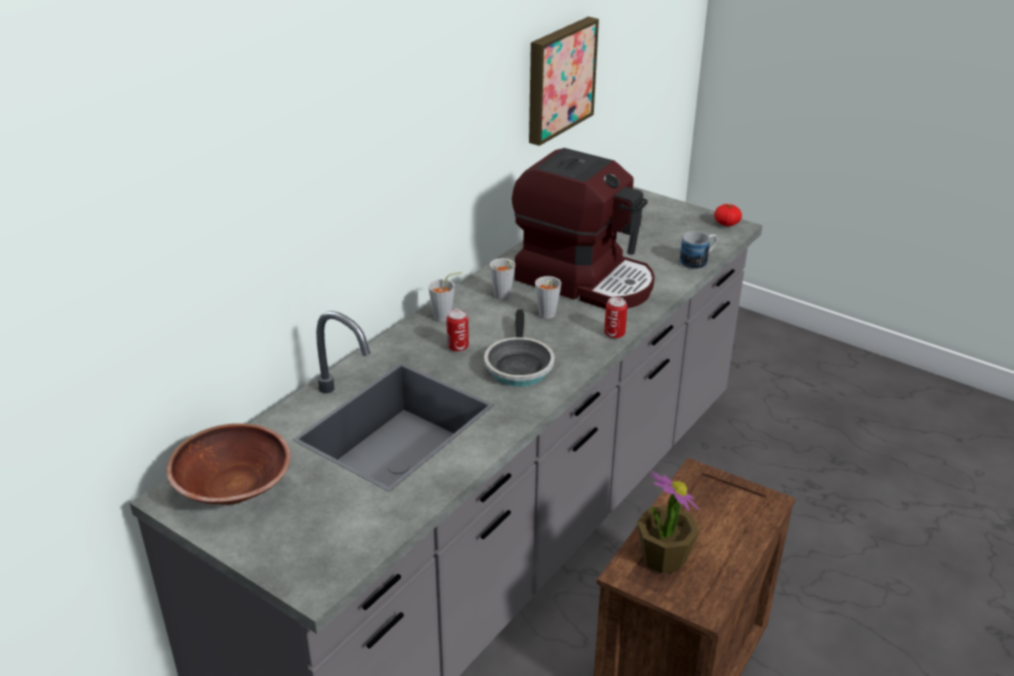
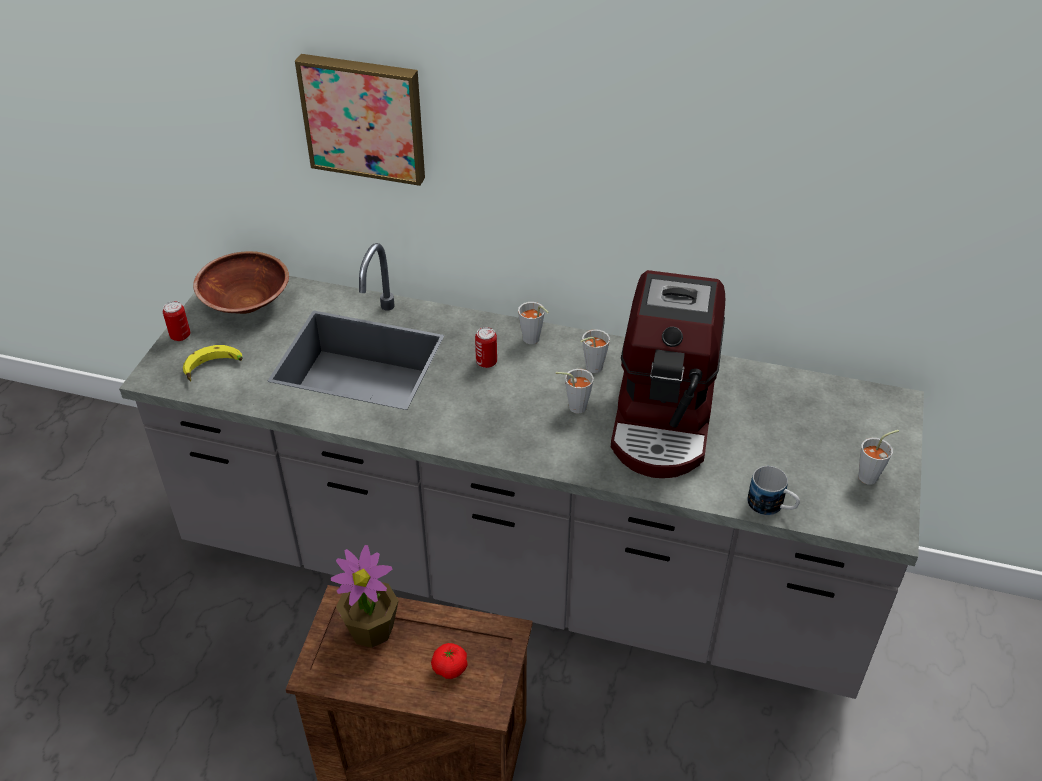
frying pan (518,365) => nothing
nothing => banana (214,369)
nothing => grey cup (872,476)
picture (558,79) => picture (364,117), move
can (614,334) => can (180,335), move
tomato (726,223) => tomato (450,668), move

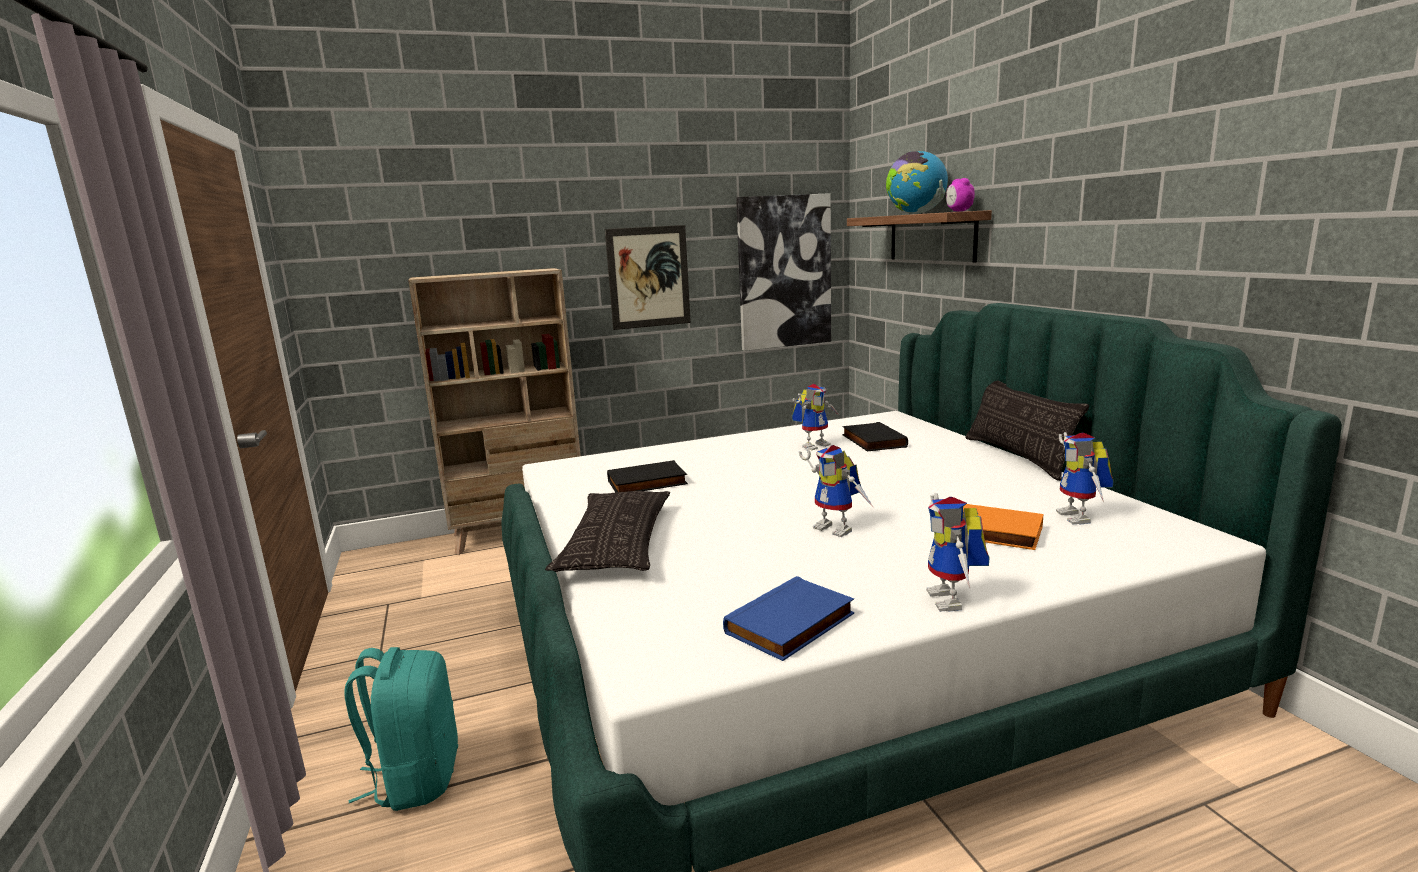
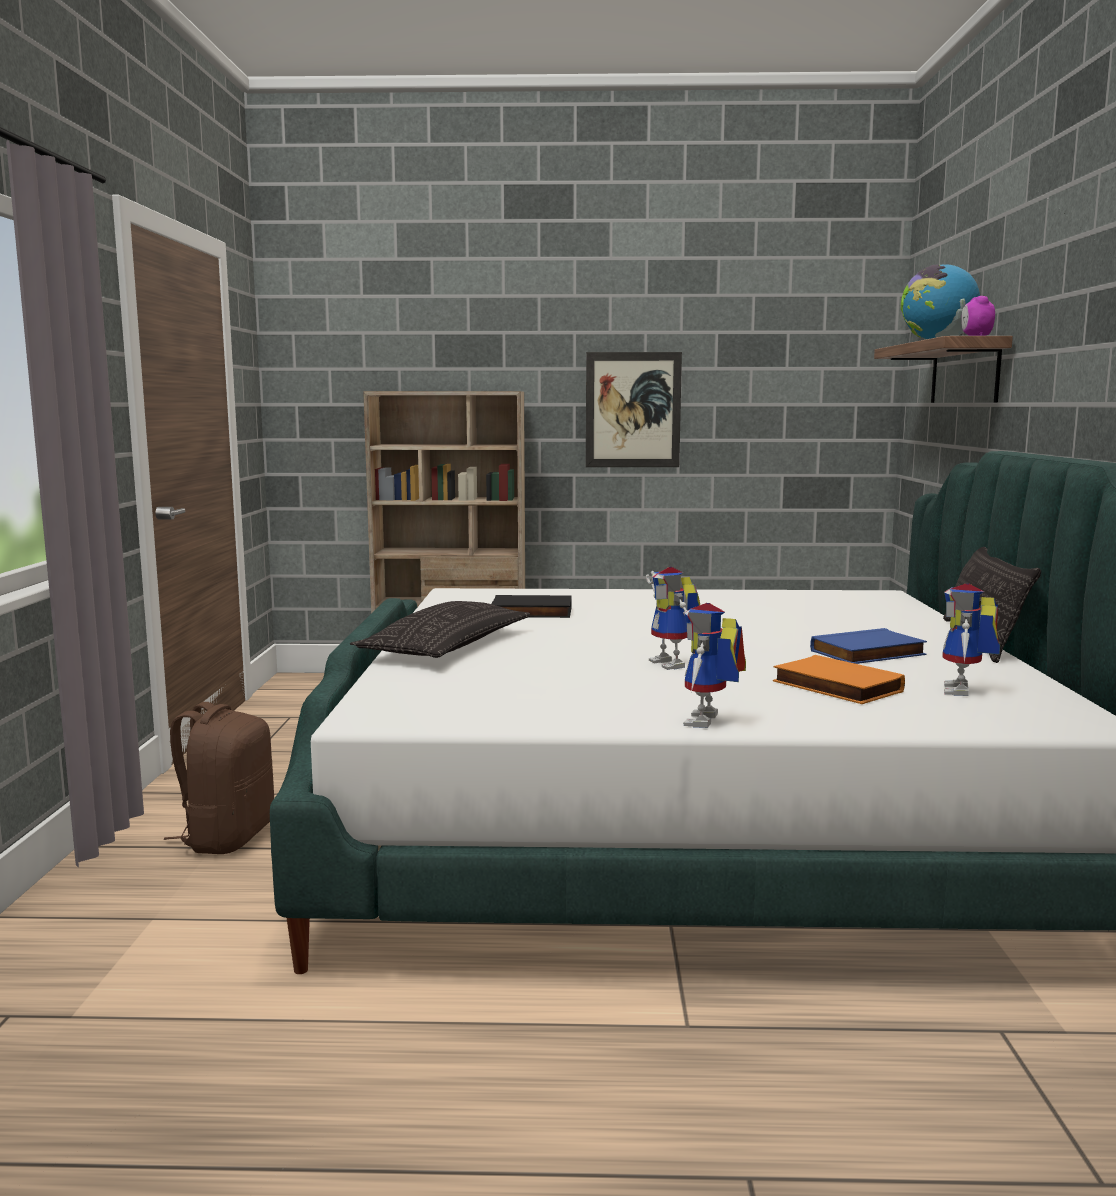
picture (784,272) => nothing
toy robot (815,445) => nothing
black book (872,441) => nothing
blue book (791,625) => blue book (868,654), move
turquoise backpack (416,778) => brown backpack (227,837)

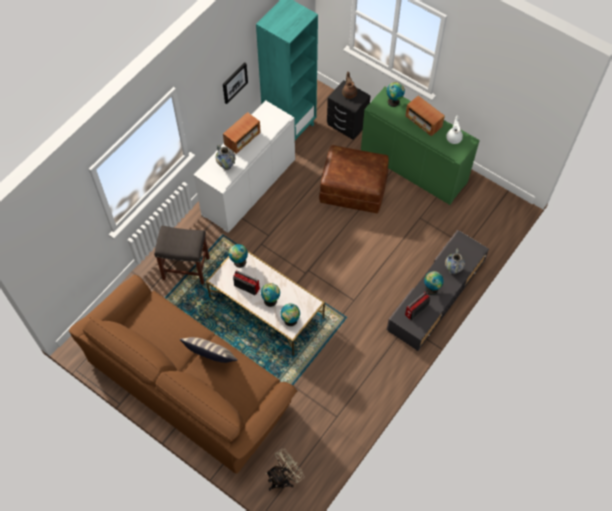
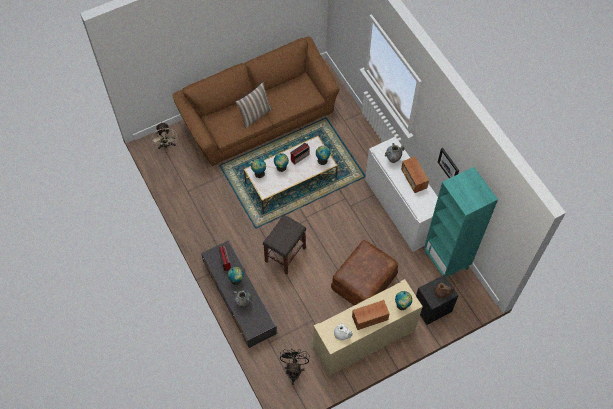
nothing => black fan (294,370)
grey stool (187,268) => grey stool (285,255), move
green cabinet (413,167) => beige cabinet (364,340)

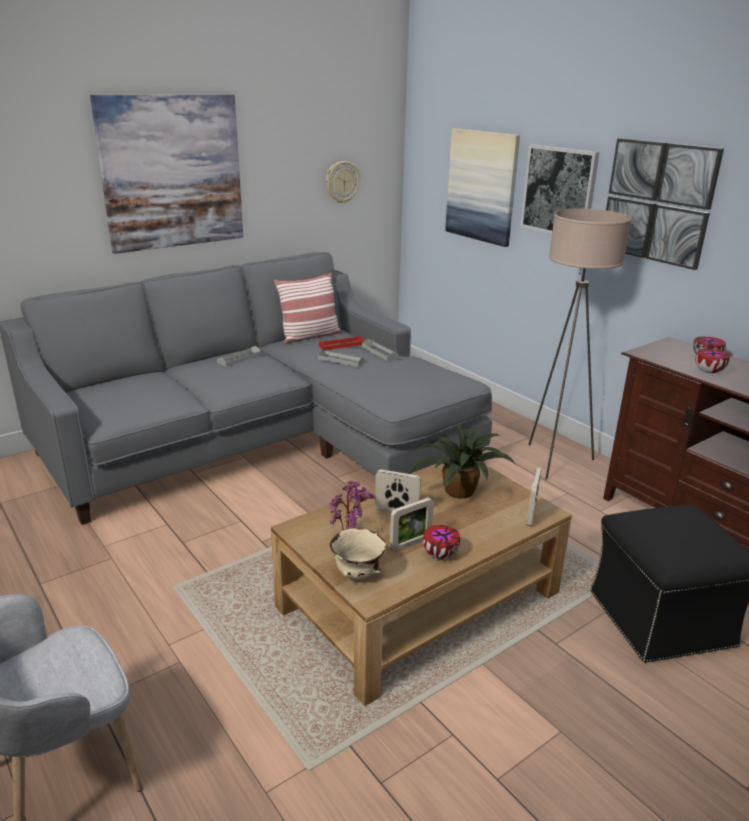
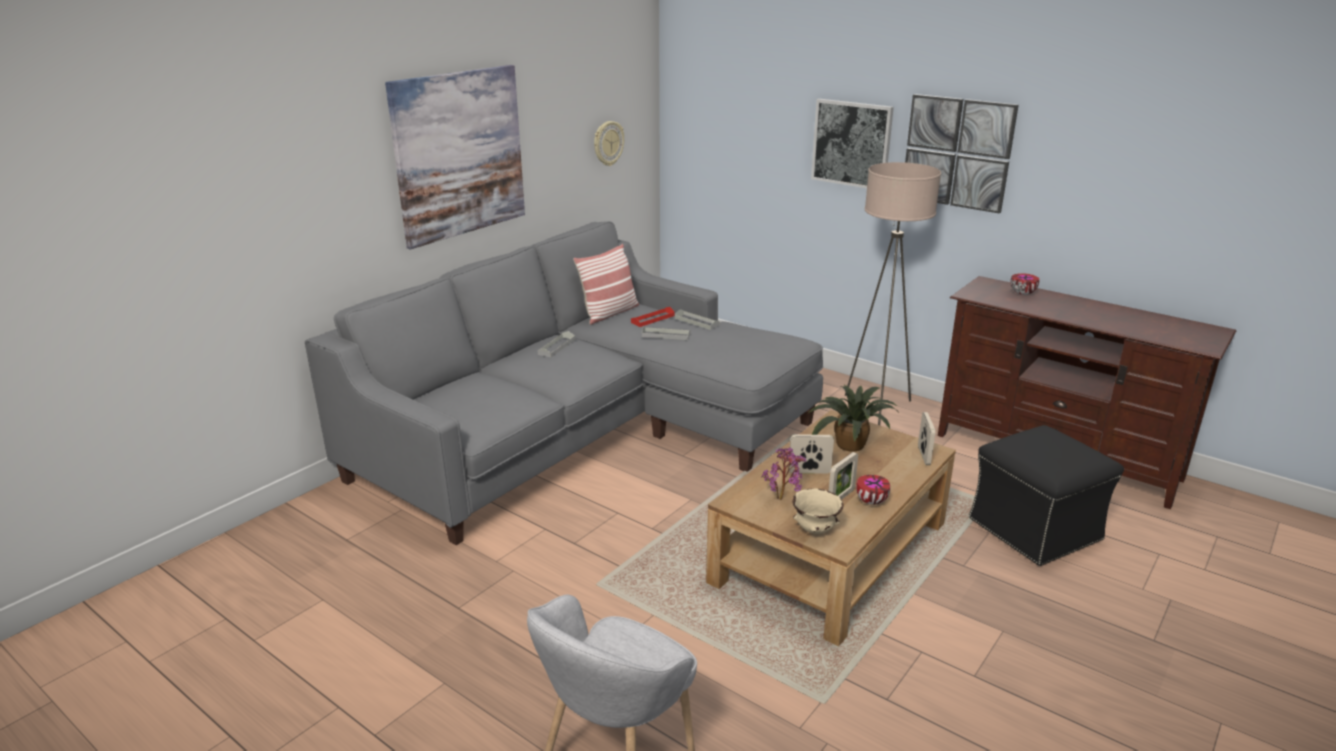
picture (482,186) => nothing
bowl (708,371) => nothing

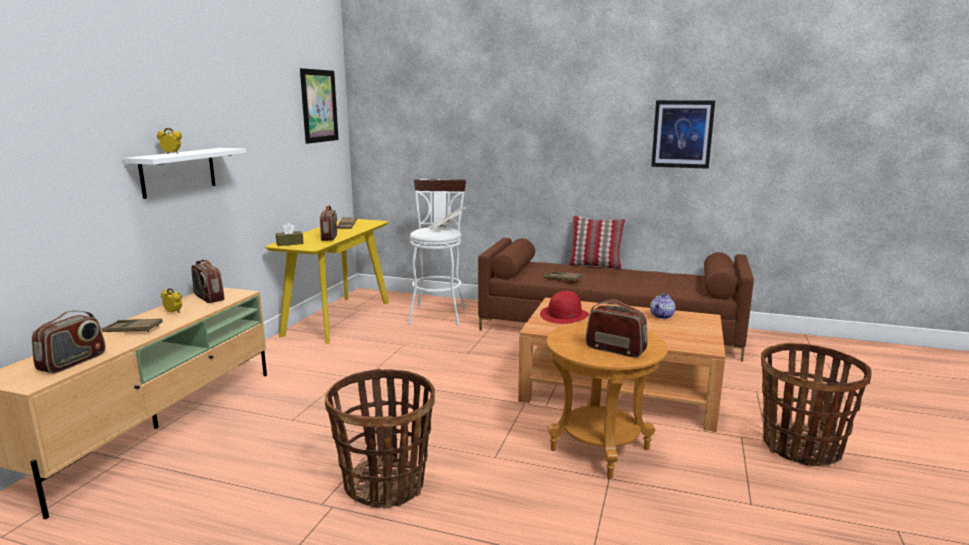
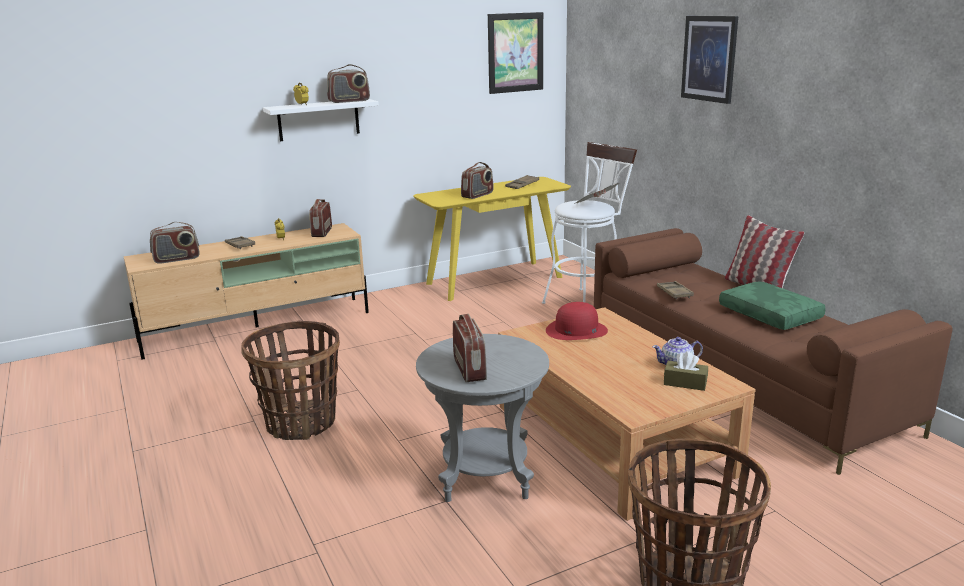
nothing => radio (349,101)
nothing => green pillow (771,315)
brown tissue box (290,243) => brown tissue box (685,383), move
picture (682,134) => picture (709,58), move
brown side table (600,449) => grey side table (485,476)

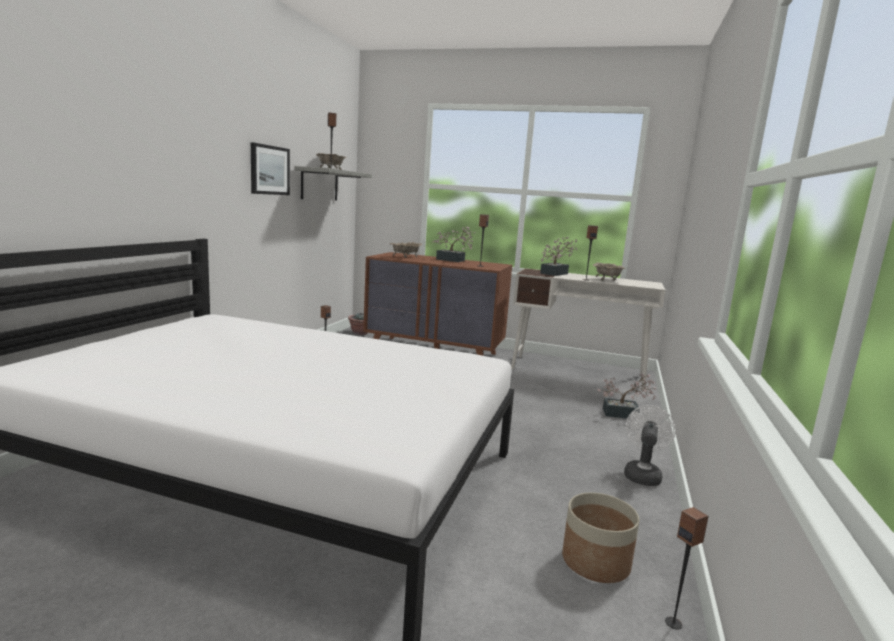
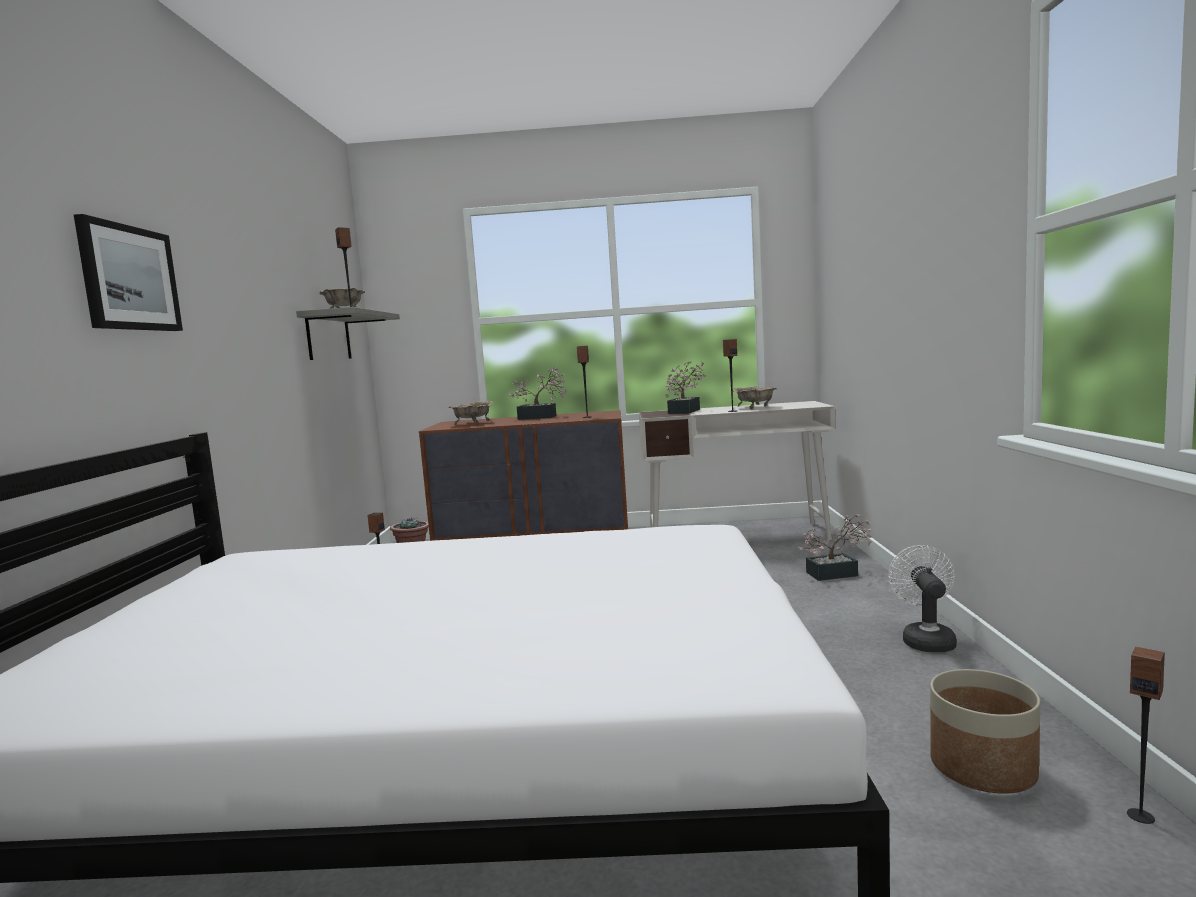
picture (269,170) => picture (129,278), move

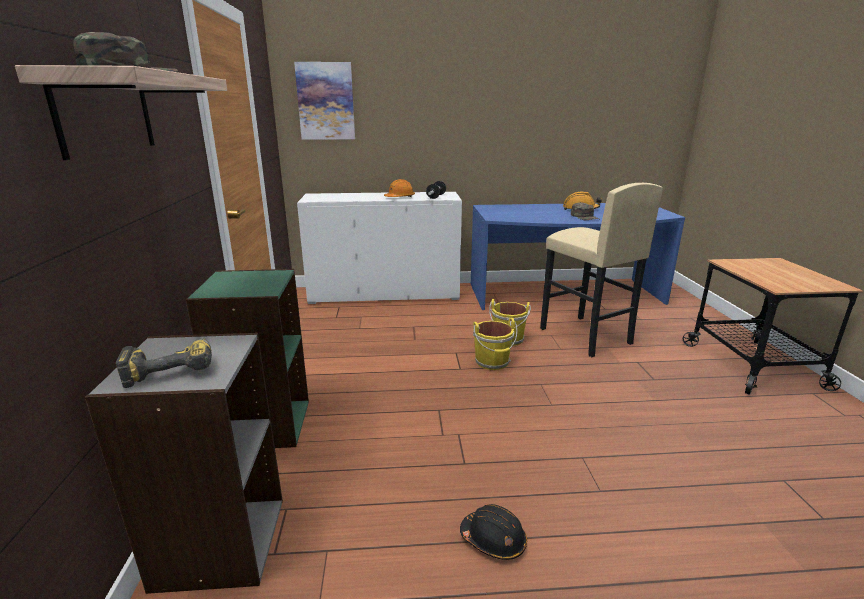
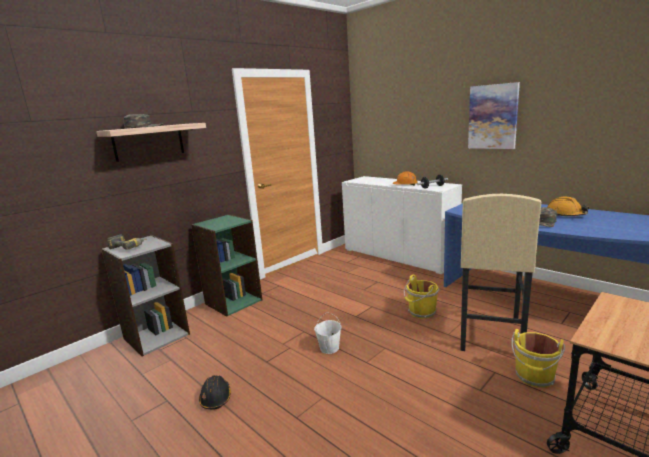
nothing => white bucket (329,348)
picture (326,101) => picture (493,117), move
yellow bucket (493,362) => yellow bucket (534,377), move

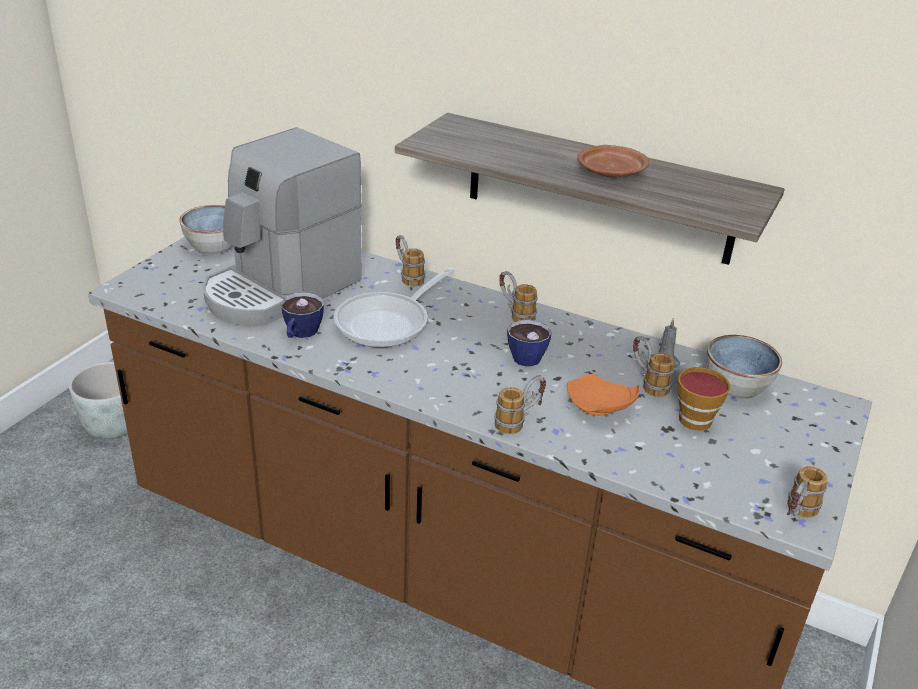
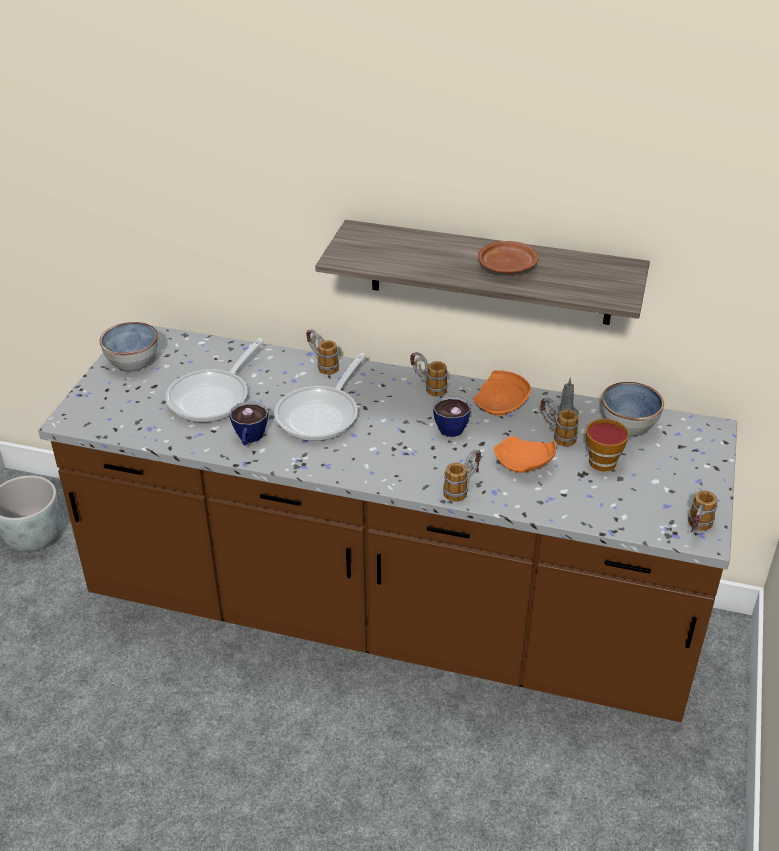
nothing => orange plate (501,404)
coffee machine (281,289) => frying pan (213,397)

